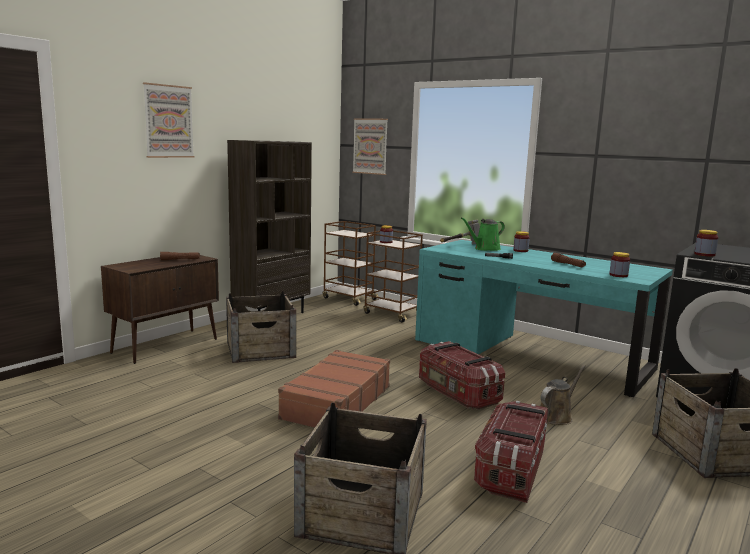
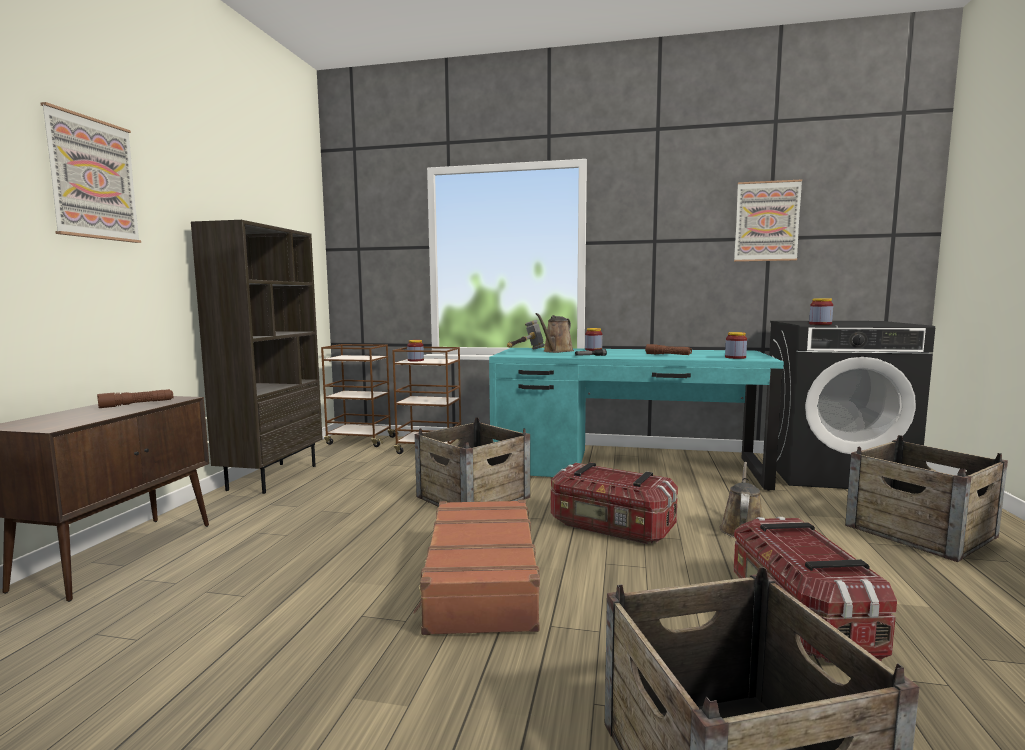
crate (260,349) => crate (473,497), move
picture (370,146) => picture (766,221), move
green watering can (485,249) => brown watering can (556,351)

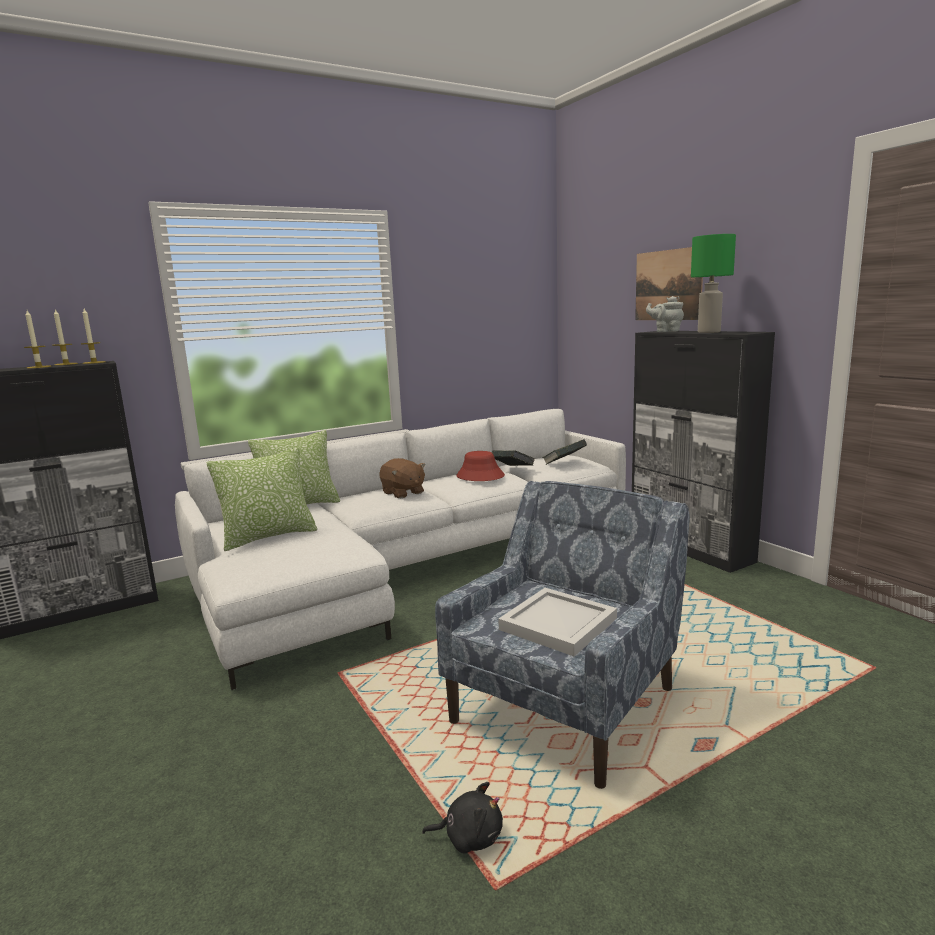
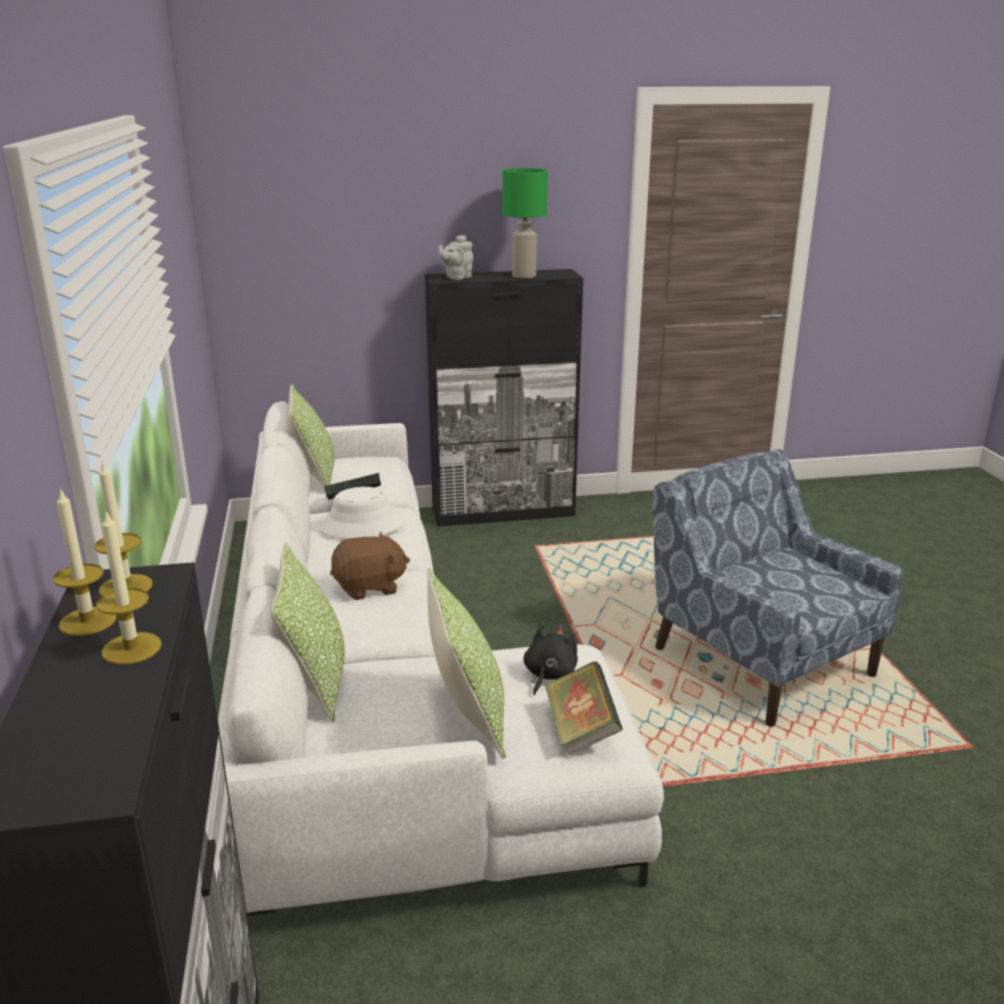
white tray (556,624) => nothing
picture (668,285) => nothing
nothing => pillow (314,476)
black plush toy (469,837) => black plush toy (549,675), move
book (564,464) => book (581,730), move
red hat (480,476) => white hat (362,525)

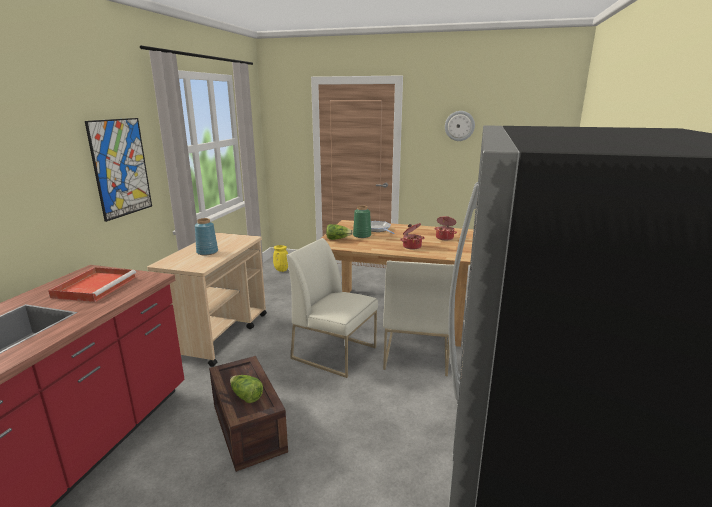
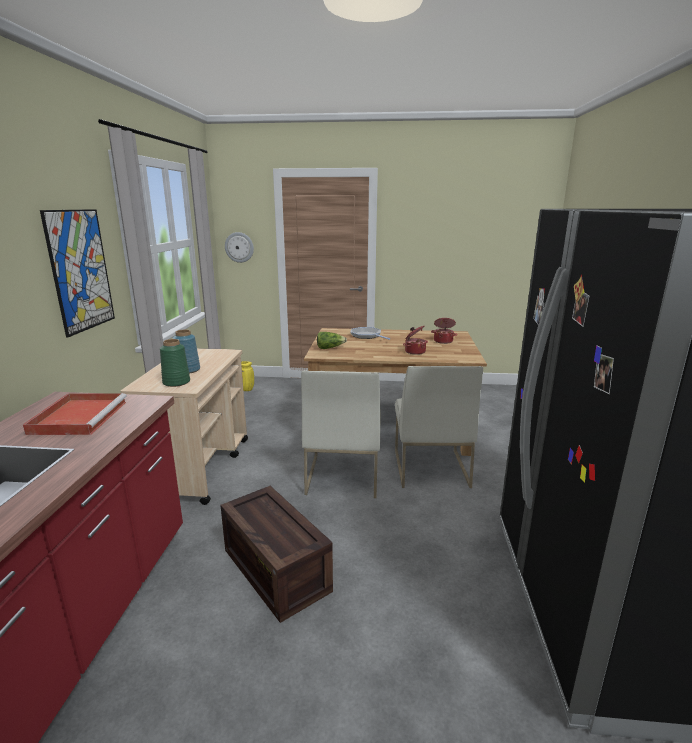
lettuce (246,396) => nothing
green vase (362,235) => green vase (176,382), move
wall clock (459,126) => wall clock (239,247), move
white chair (335,352) => white chair (342,475), 105 degrees counterclockwise

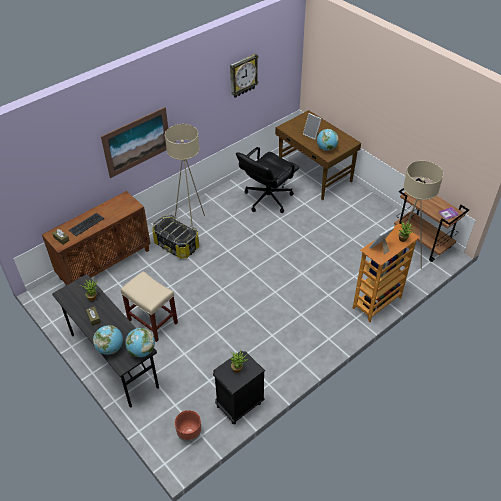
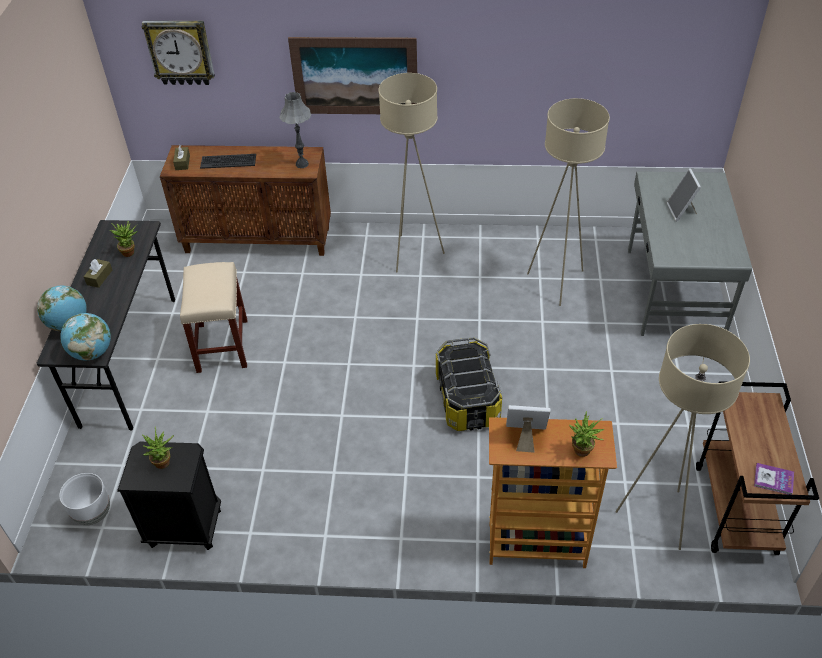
globe (326,148) => nothing
nothing => grey table lamp (302,164)
storage box (176,245) => storage box (466,399), move
wall clock (243,75) => wall clock (180,52), move
black office chair (267,199) => beige floor lamp (557,283)
brown planter (189,434) => white planter (93,513)
brown desk (314,175) => grey desk (673,292)

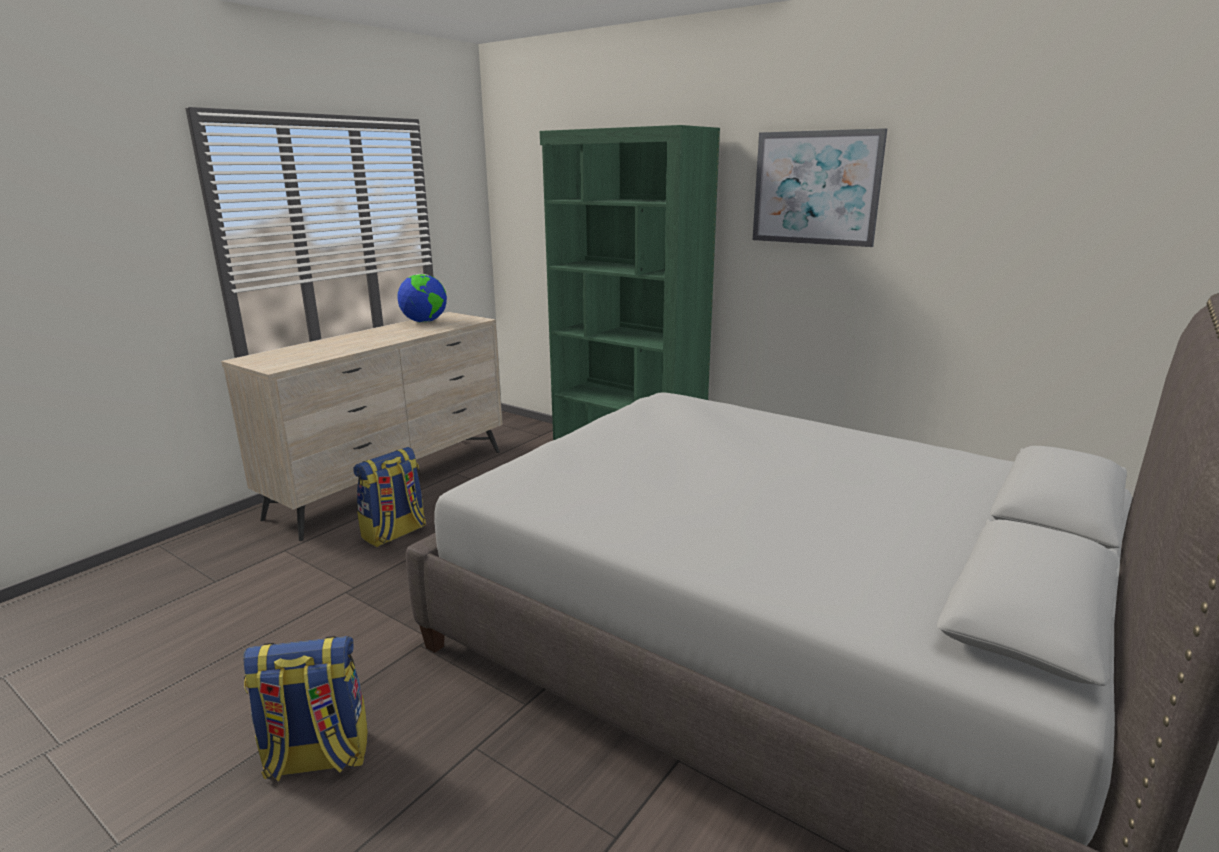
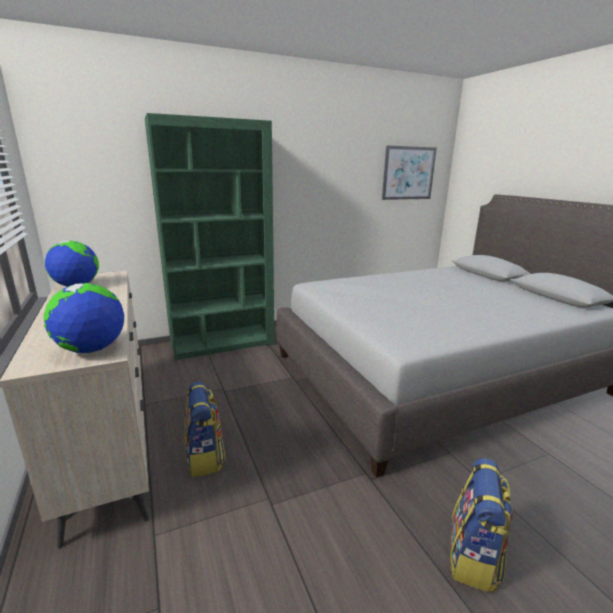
nothing => globe (92,349)
picture (815,188) => picture (408,173), move

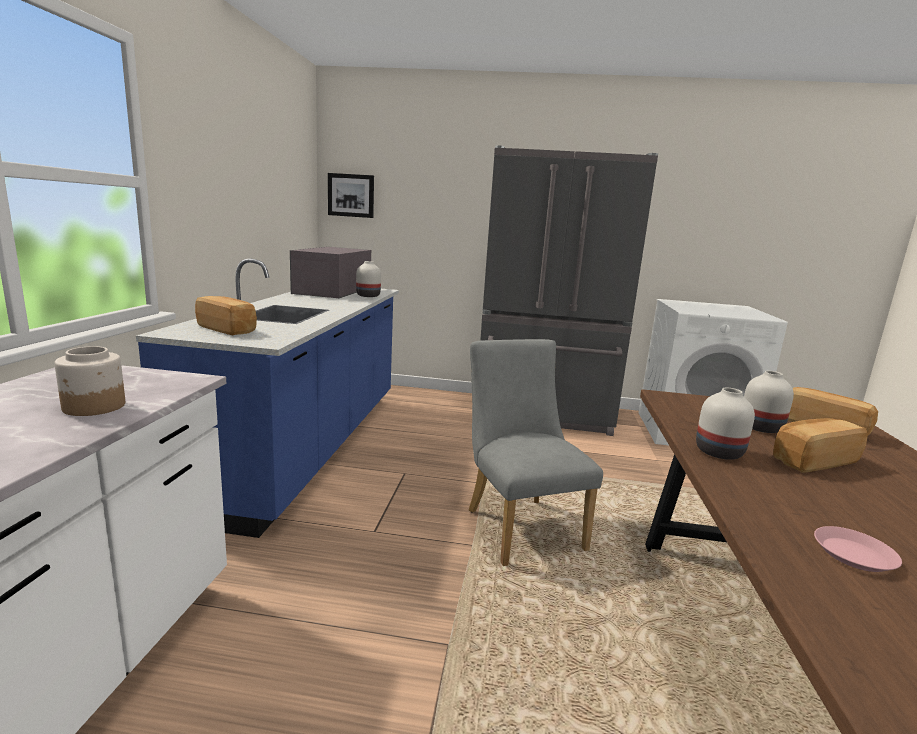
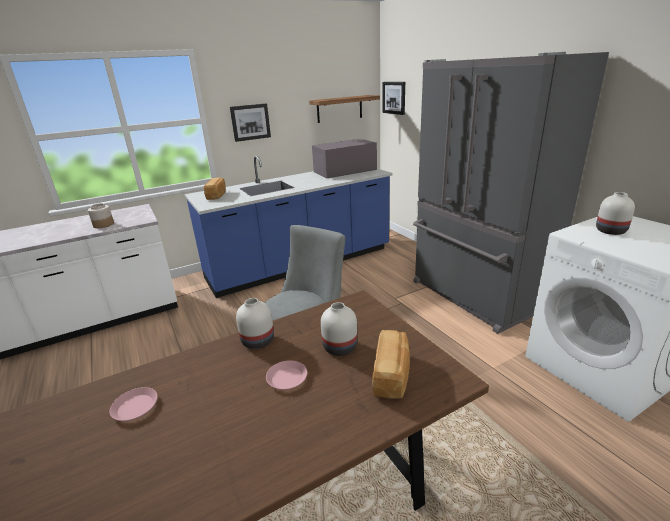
nothing => picture (250,122)
nothing => shelf (339,109)
white vase (367,296) => white vase (609,231), move
bread (812,460) => pink plate (287,378)

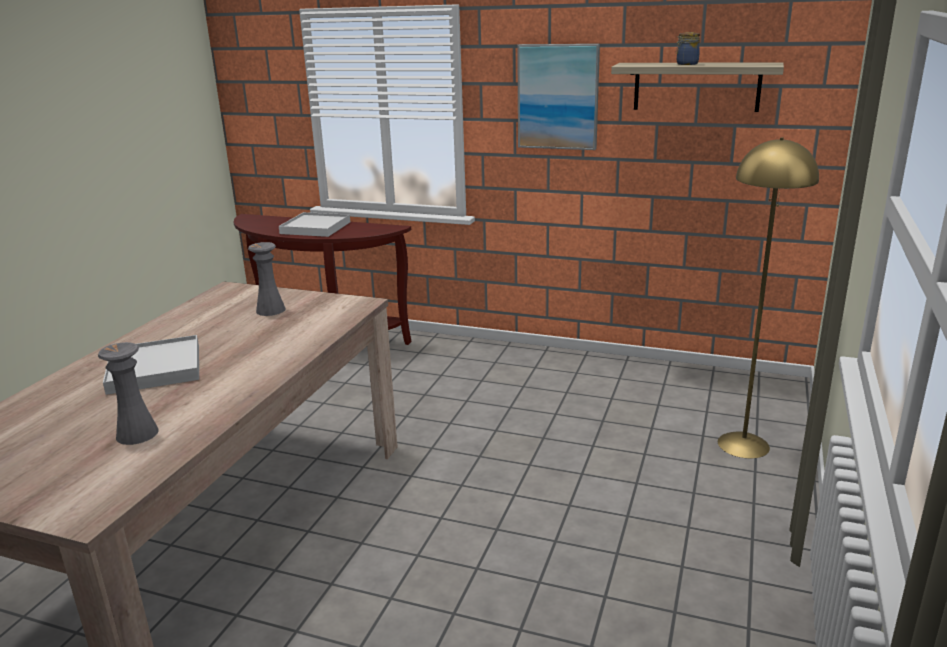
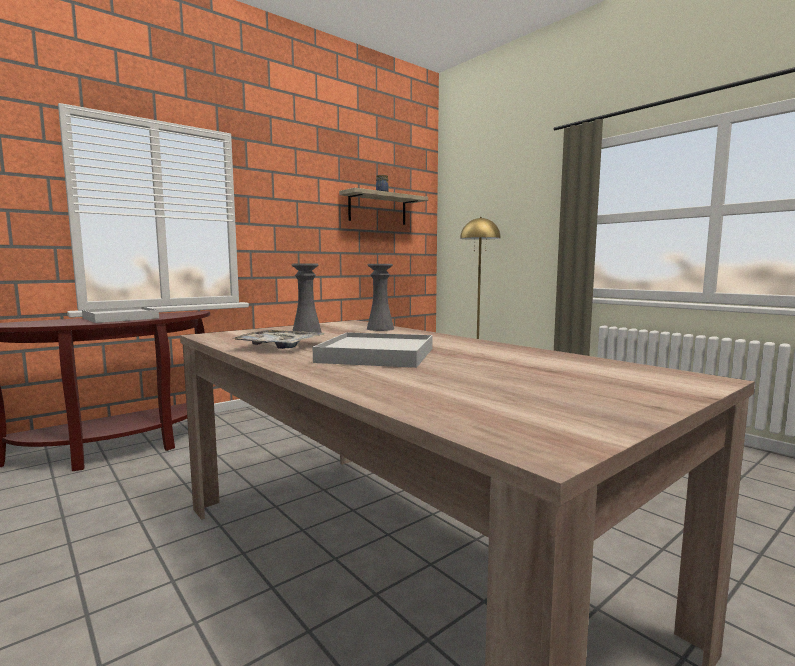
picture (558,97) => nothing
nothing => tray (280,346)
grey vase (137,434) => grey vase (380,329), move

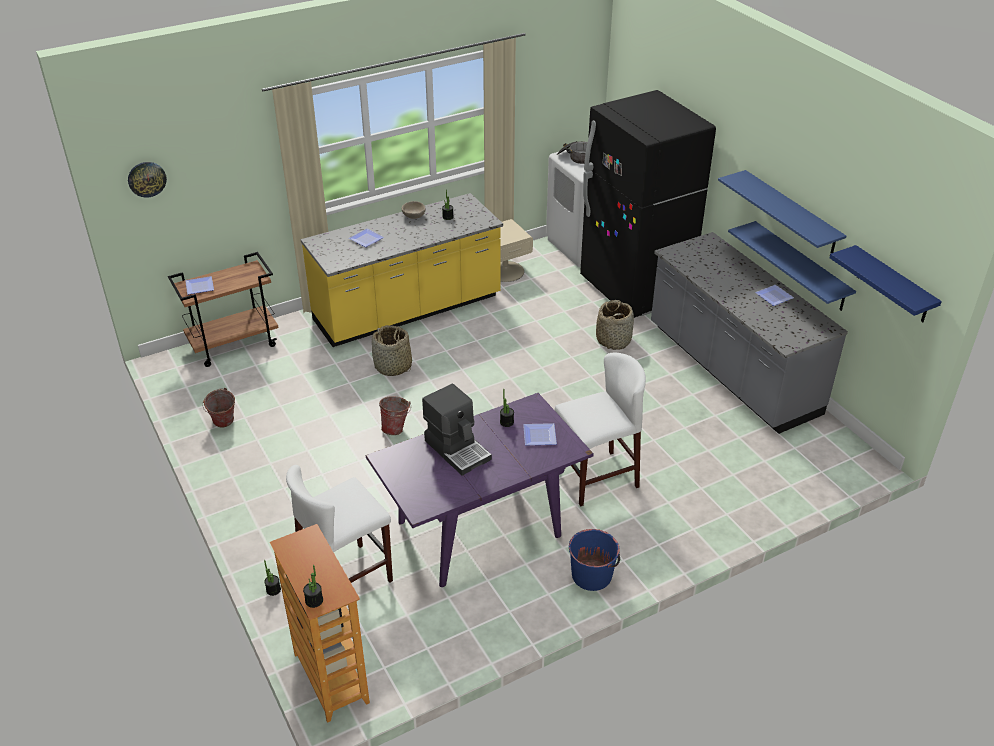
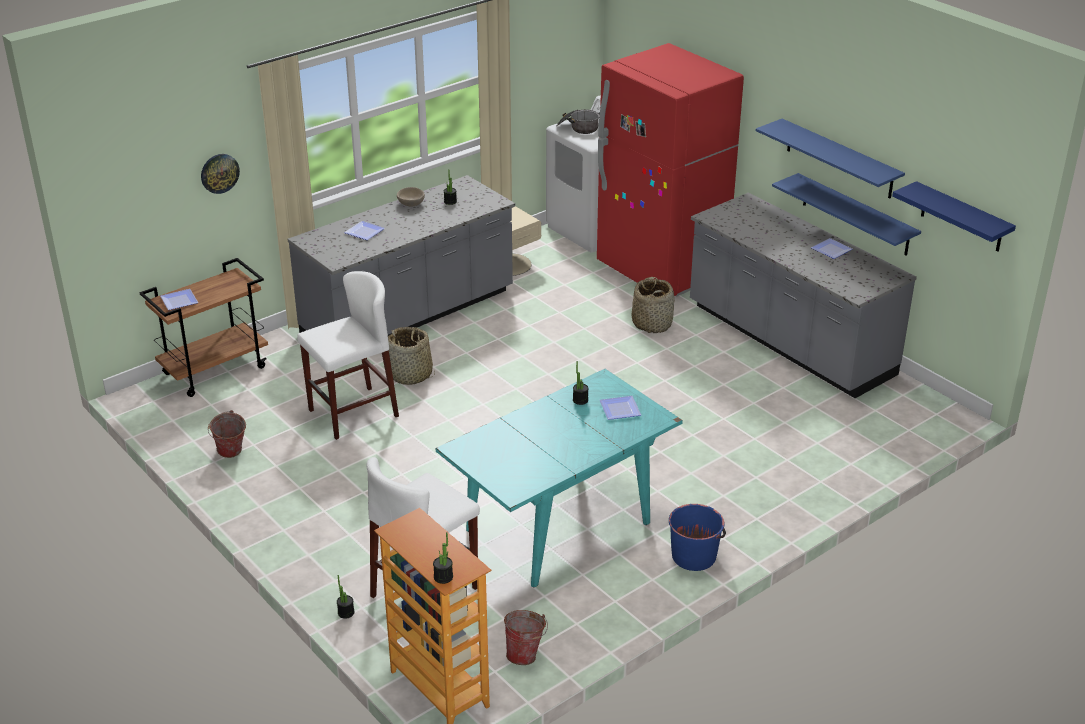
coffee machine (458,449) => nothing
wall clock (147,179) => wall clock (219,173), move
bucket (396,428) => bucket (525,654), move
white stool (596,478) => white stool (353,413), move
yellow counter (408,310) => grey counter (409,315)
purple dining table (480,528) => turquoise dining table (559,525)
black fridge (635,289) => red fridge (661,270)

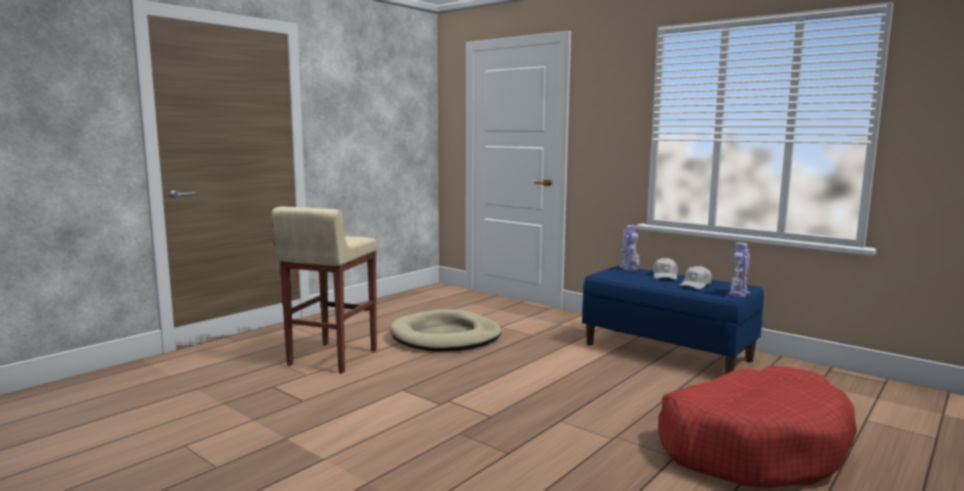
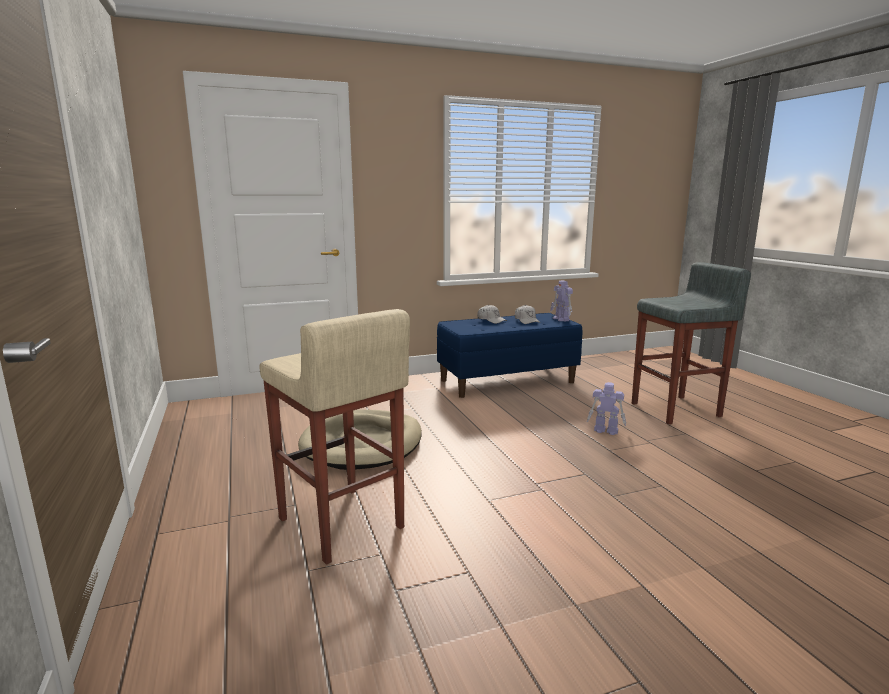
toy robot (628,268) => toy robot (605,430), move
red dog bed (752,446) => grey stool (677,410)

